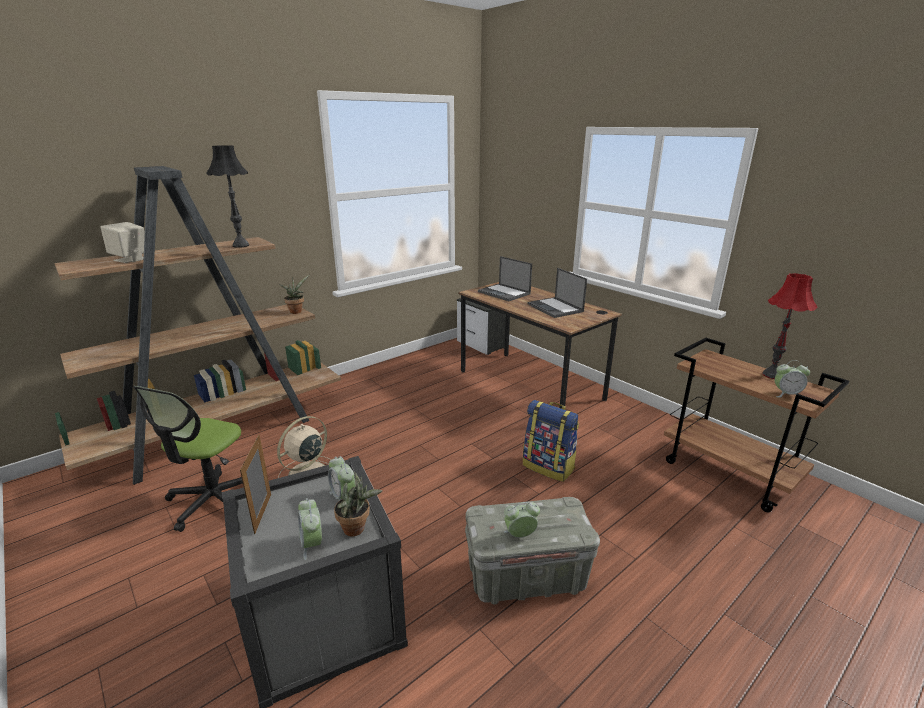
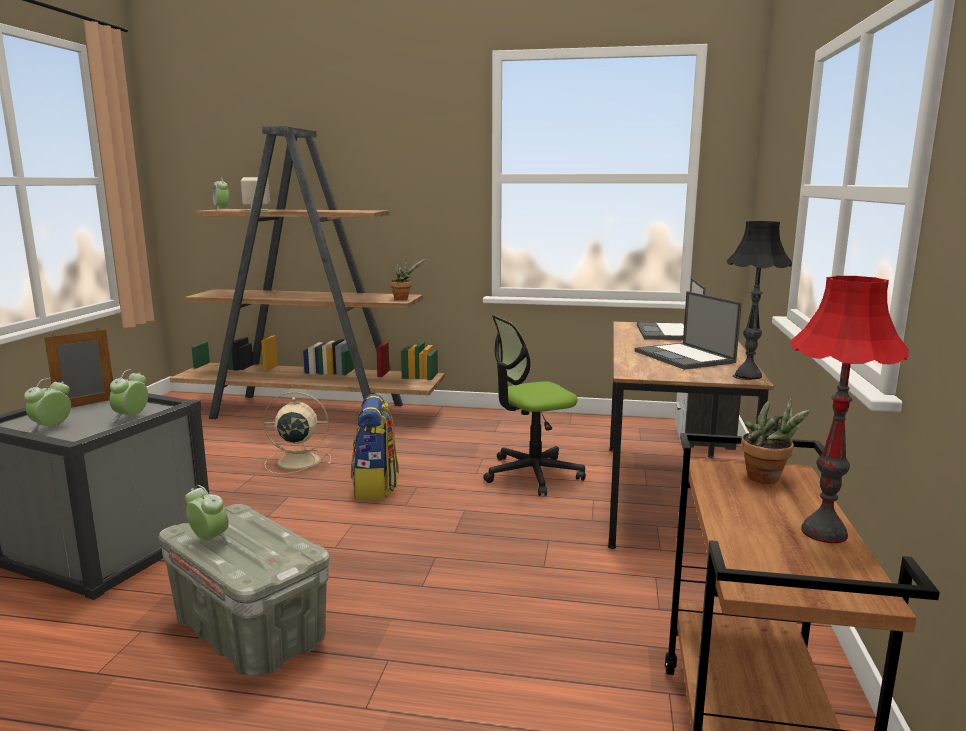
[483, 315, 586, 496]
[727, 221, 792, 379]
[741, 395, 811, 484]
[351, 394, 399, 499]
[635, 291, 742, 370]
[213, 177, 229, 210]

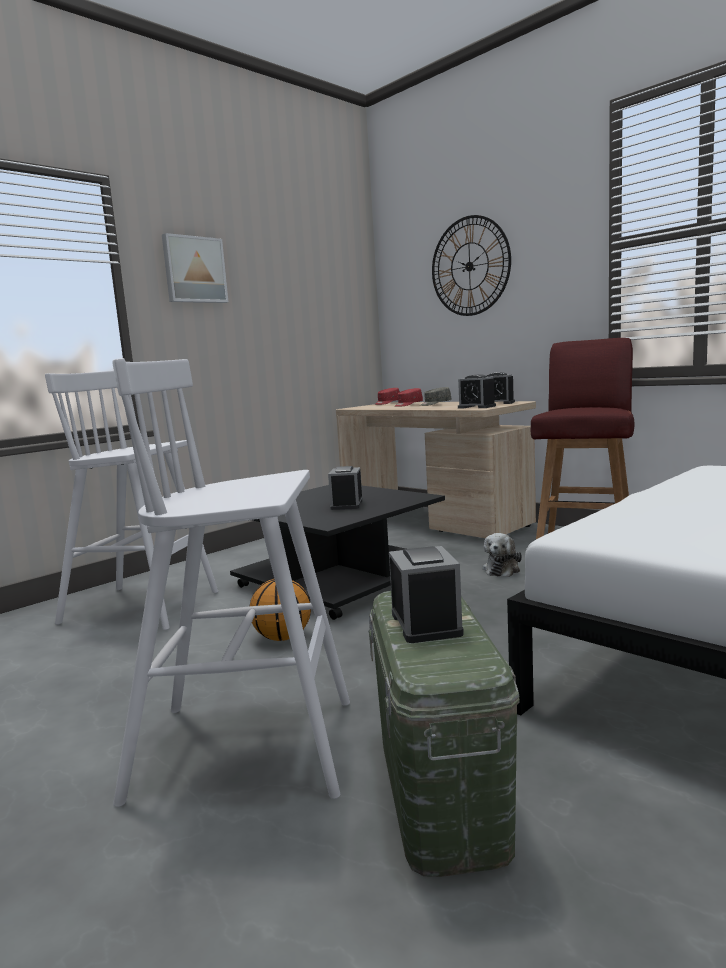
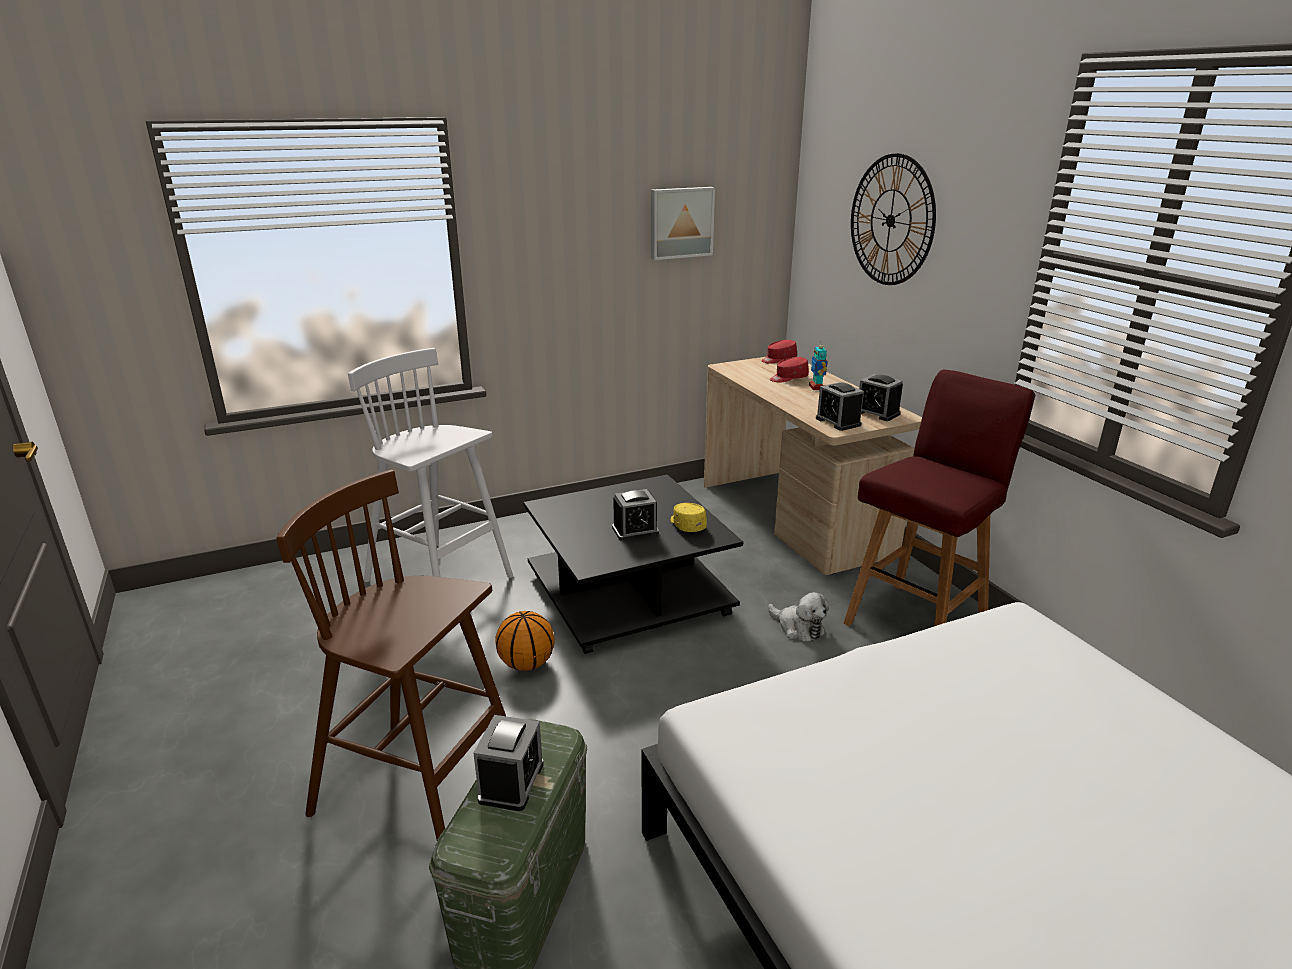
[276, 470, 506, 840]
[651, 187, 715, 260]
[612, 489, 659, 540]
[809, 342, 827, 390]
[768, 592, 829, 642]
[671, 503, 707, 532]

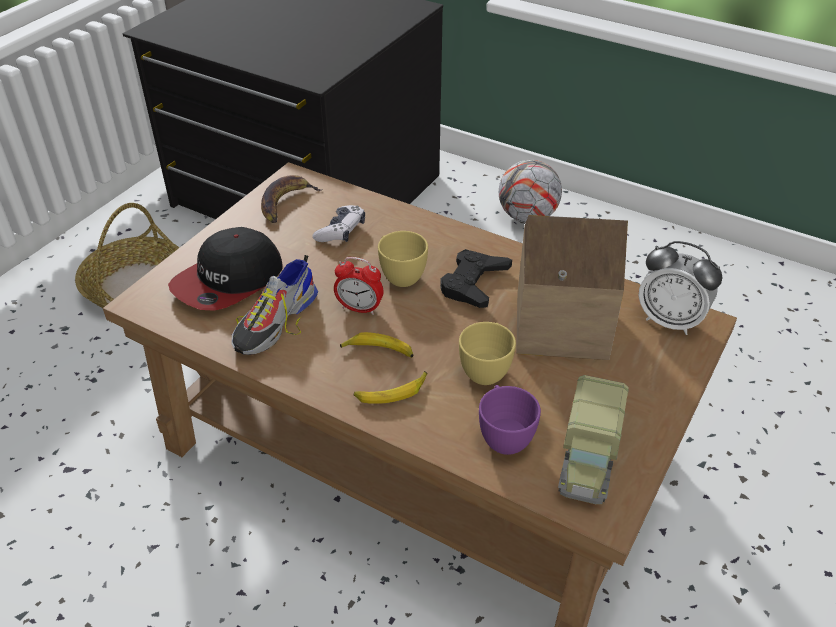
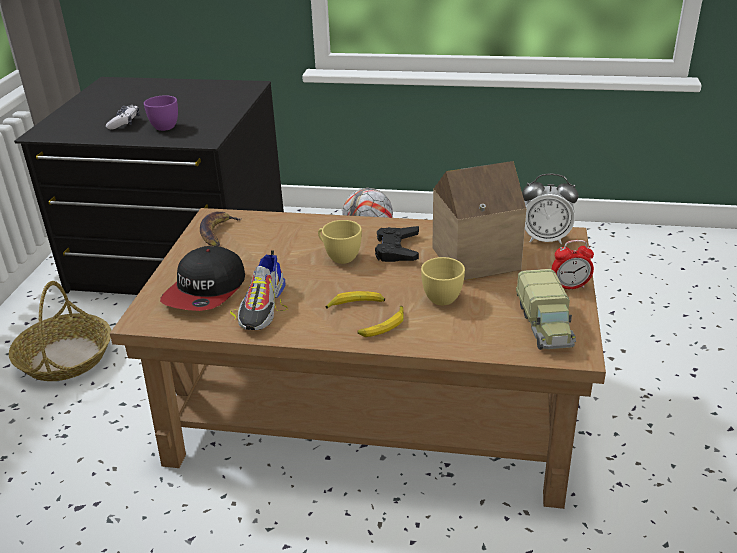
[106, 105, 140, 130]
[552, 240, 594, 289]
[144, 95, 178, 131]

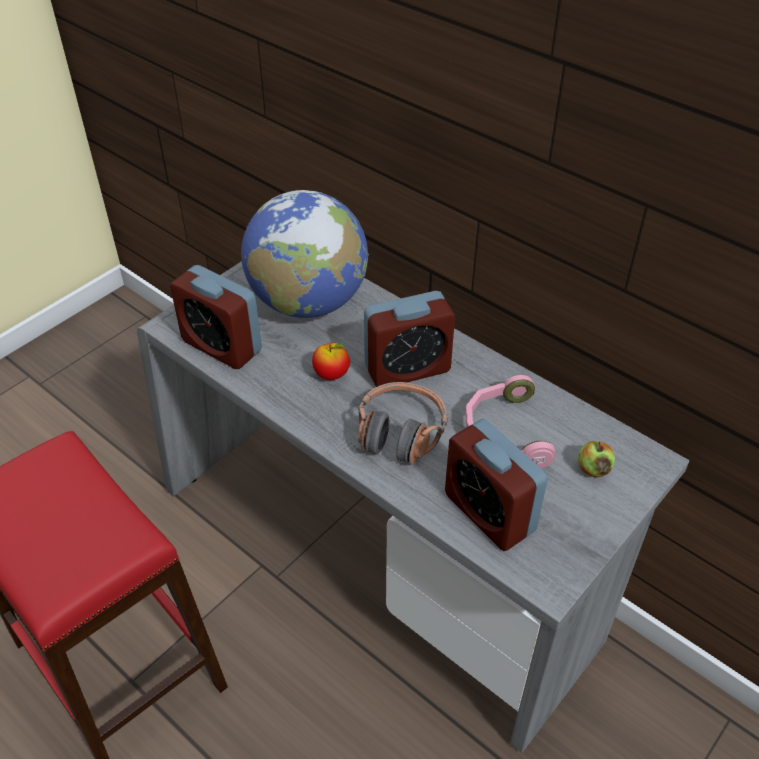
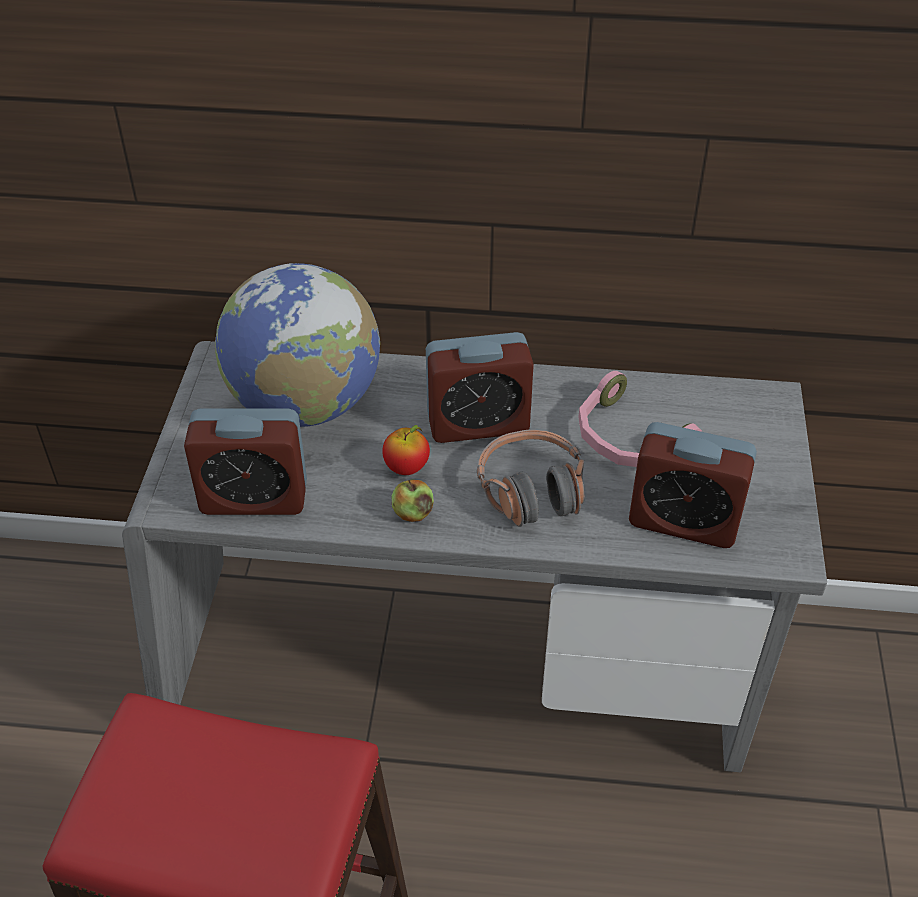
[426, 332, 534, 443]
[392, 479, 434, 522]

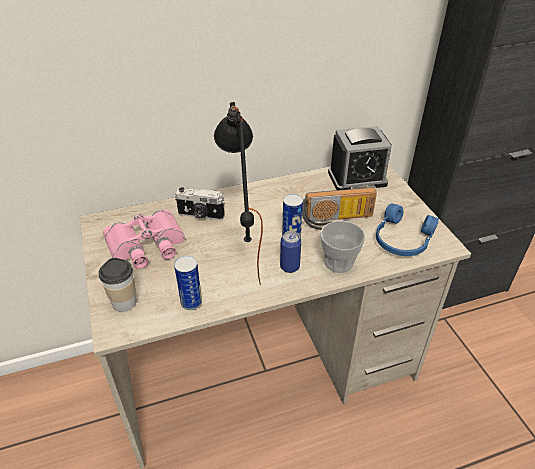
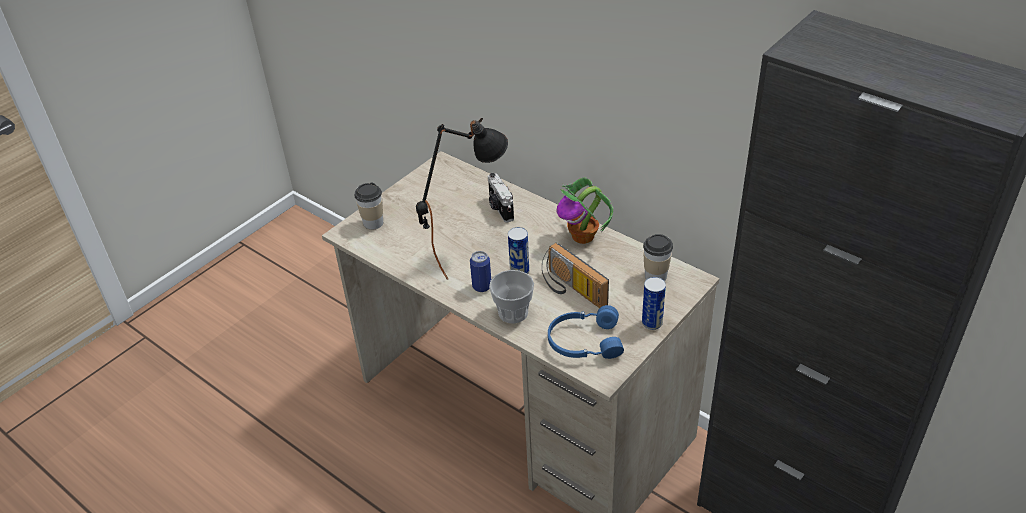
[103, 209, 185, 269] (first image)
[642, 277, 666, 330]
[643, 234, 673, 281]
[556, 177, 613, 244]

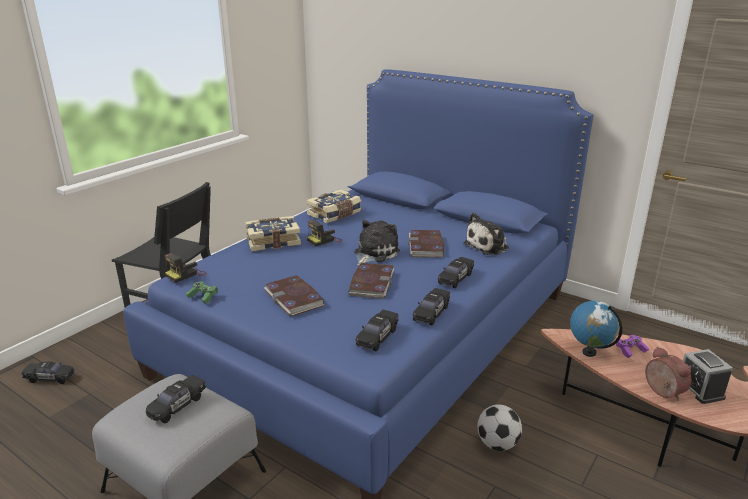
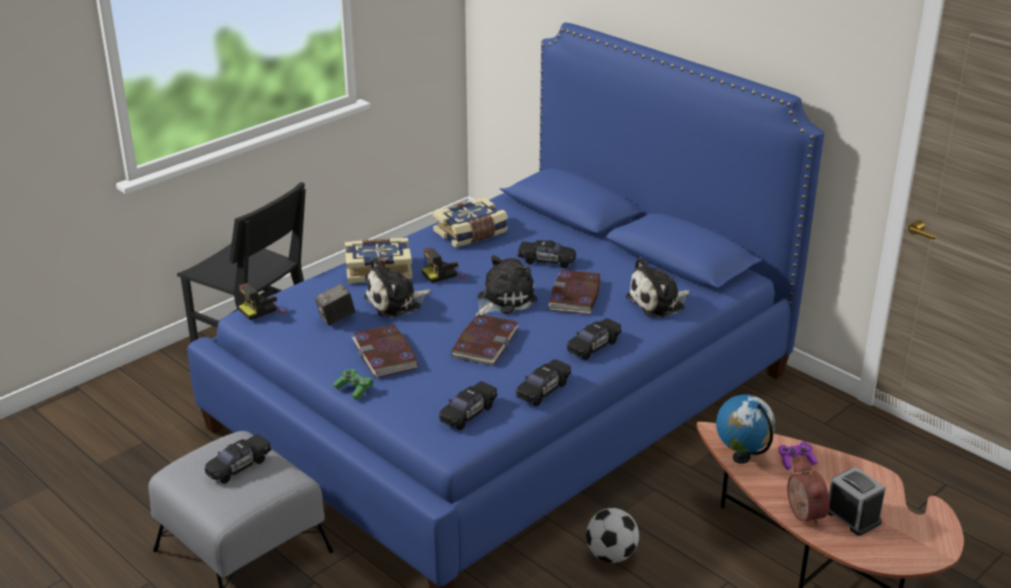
[517, 240, 576, 268]
[333, 369, 373, 400]
[828, 467, 886, 536]
[315, 284, 355, 326]
[364, 257, 431, 318]

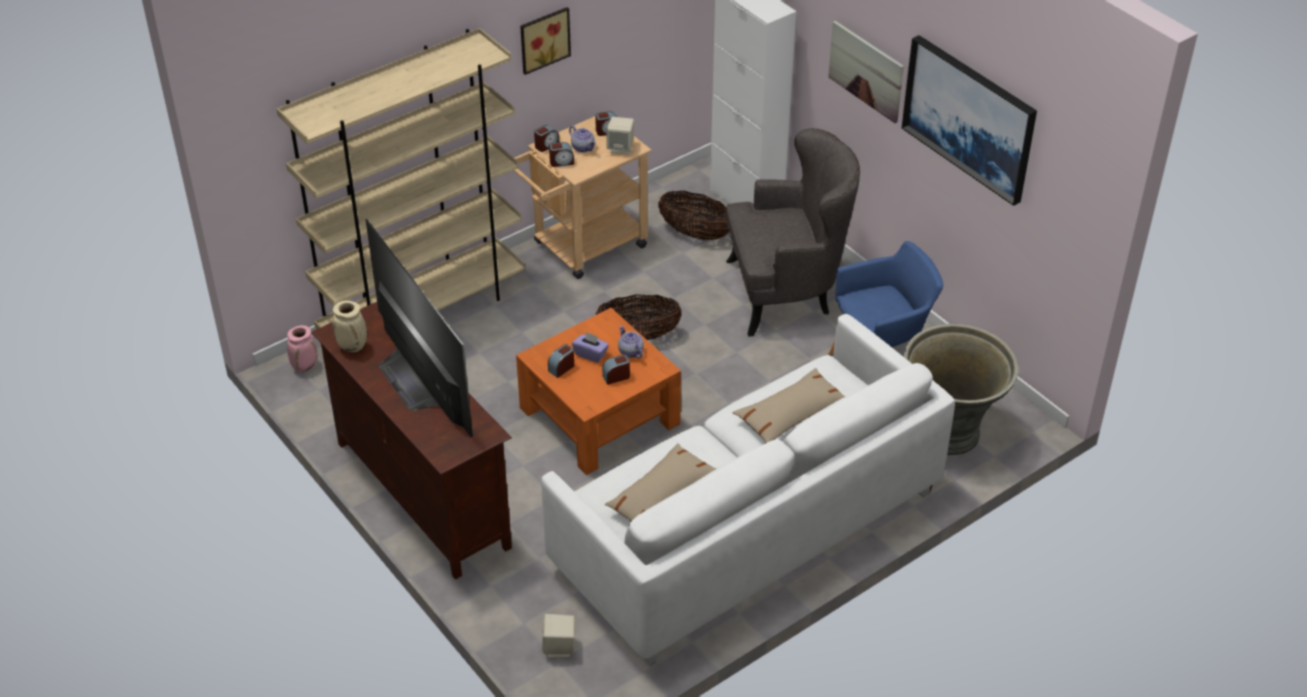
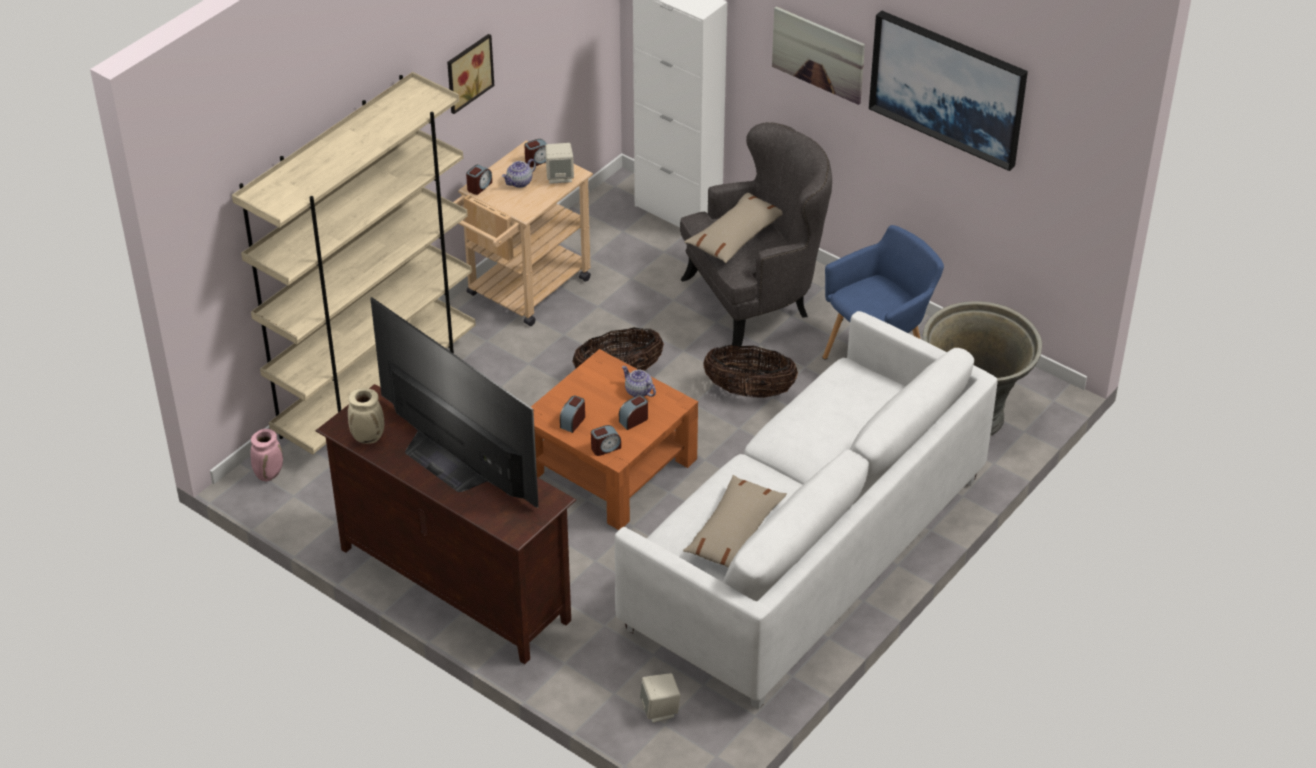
[591, 425, 621, 456]
[502, 159, 536, 188]
[572, 332, 609, 363] (first image)
[704, 345, 798, 398]
[684, 193, 783, 263]

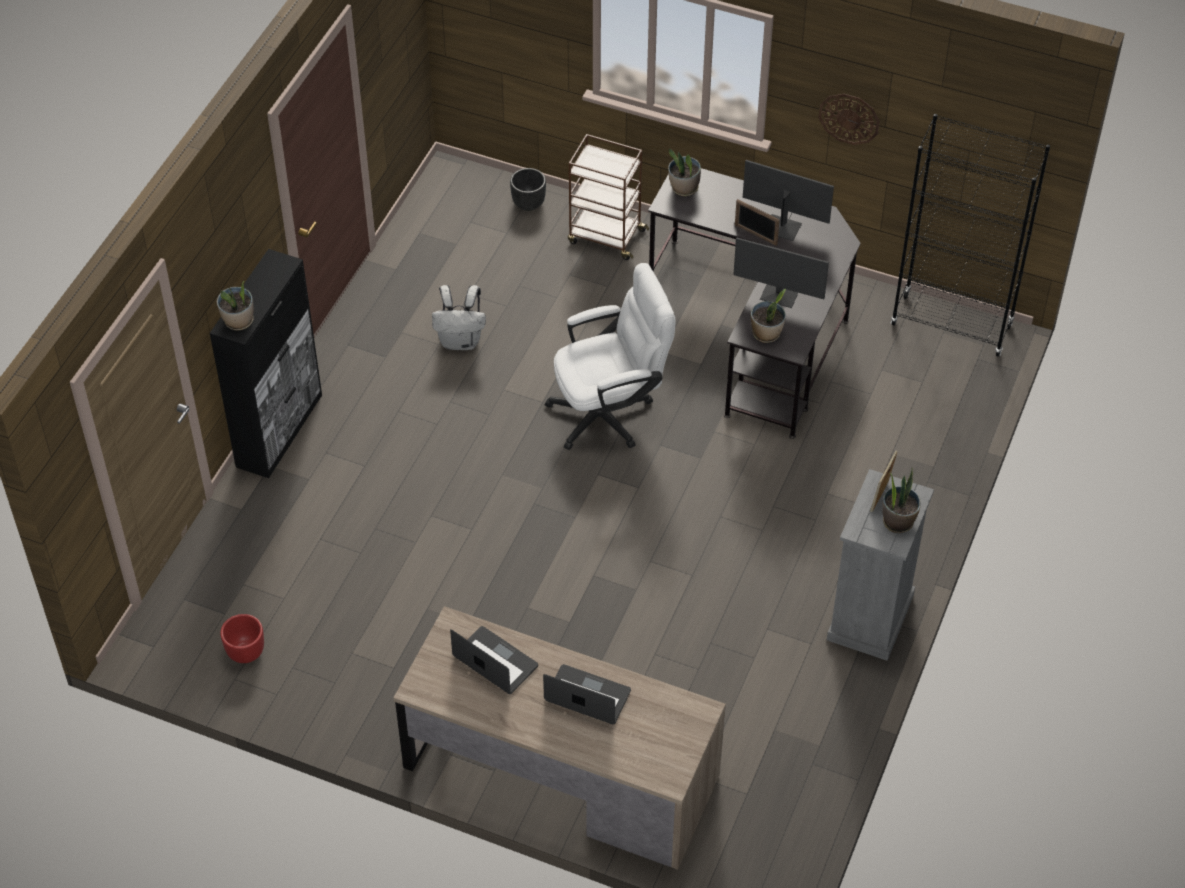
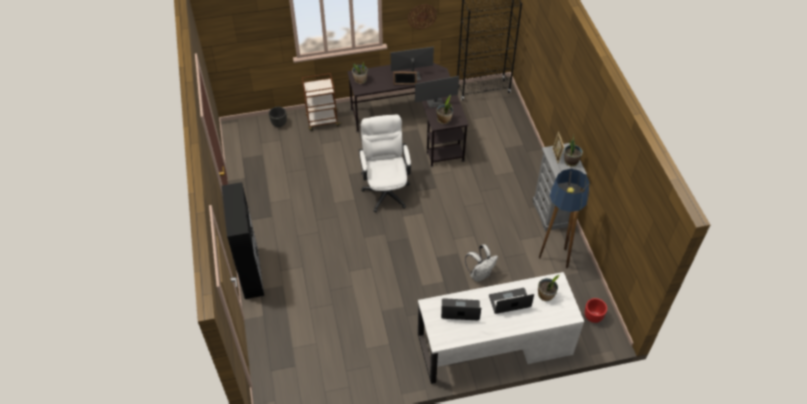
[538, 275, 559, 301]
[585, 298, 607, 323]
[418, 272, 584, 384]
[465, 244, 498, 282]
[359, 114, 411, 212]
[539, 169, 589, 268]

